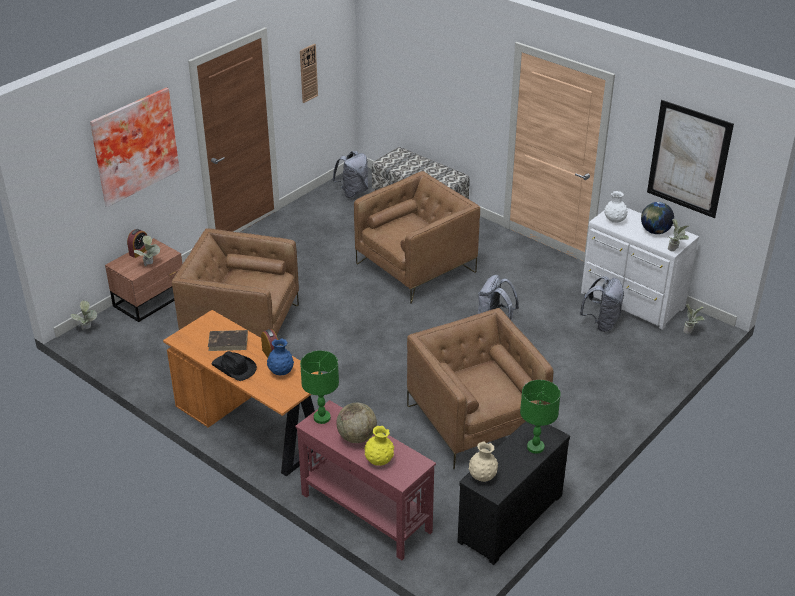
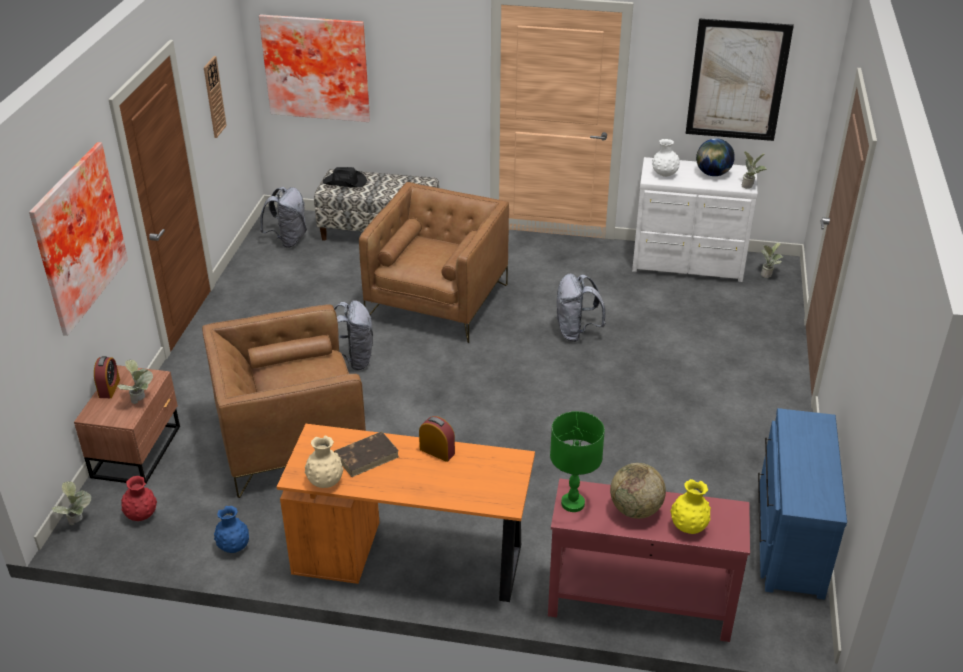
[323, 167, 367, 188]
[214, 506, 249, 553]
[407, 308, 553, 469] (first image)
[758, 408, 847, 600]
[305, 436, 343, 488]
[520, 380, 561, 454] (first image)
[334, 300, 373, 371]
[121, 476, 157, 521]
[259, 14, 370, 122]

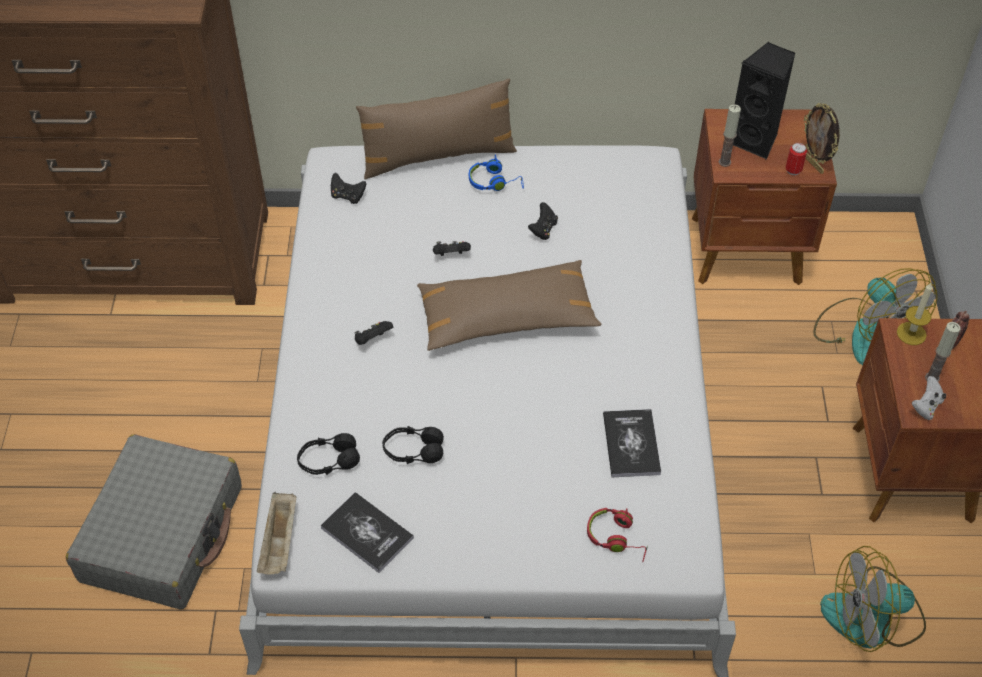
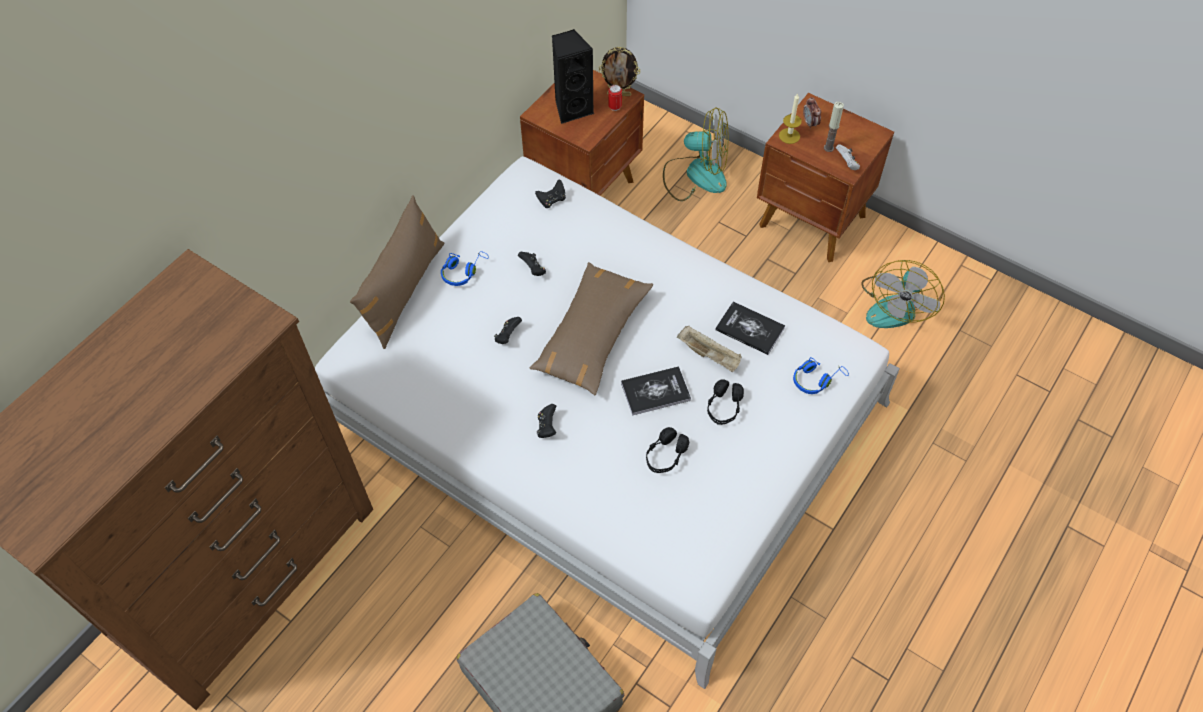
[677, 325, 742, 372]
[707, 379, 744, 425]
[621, 366, 691, 416]
[535, 180, 566, 208]
[793, 357, 849, 394]
[719, 104, 741, 167] (first image)

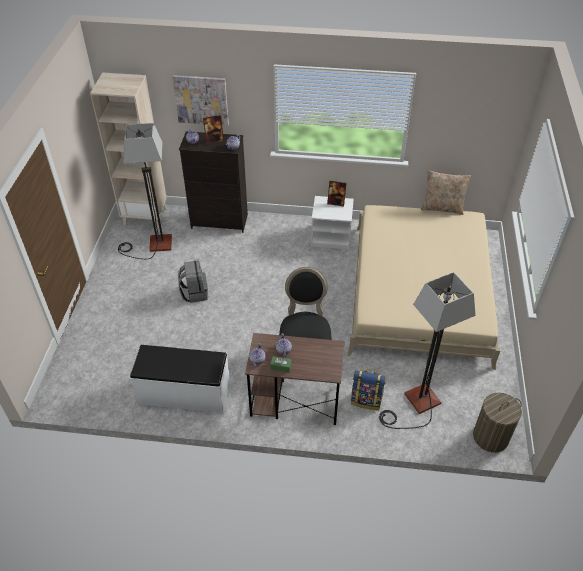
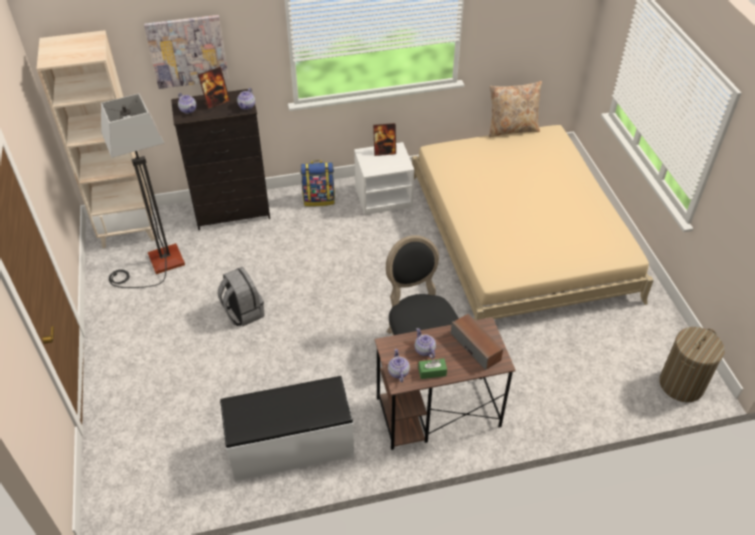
[300, 160, 335, 206]
[379, 272, 476, 429] (first image)
[451, 314, 503, 370]

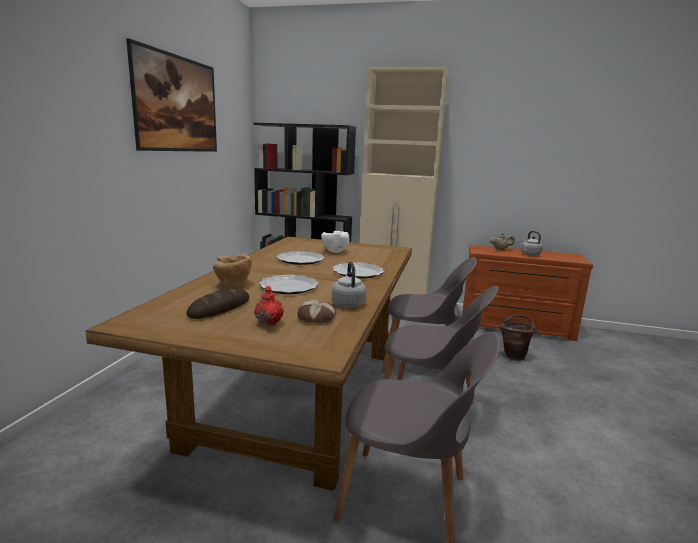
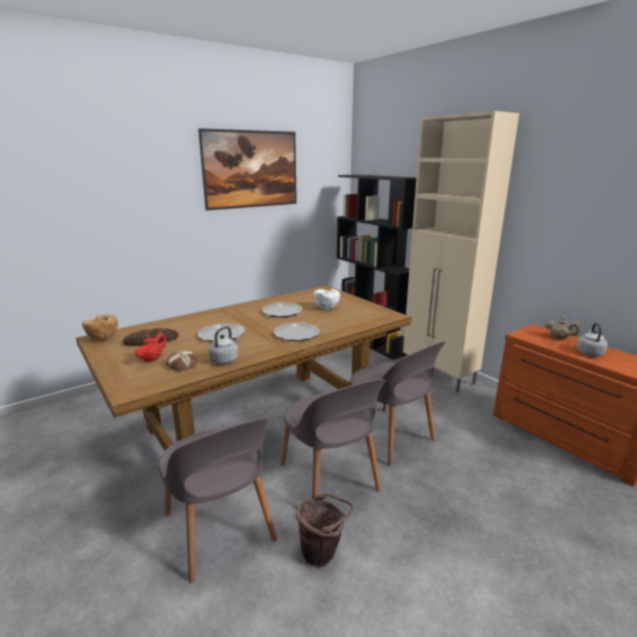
[82, 314, 118, 341]
[296, 493, 353, 567]

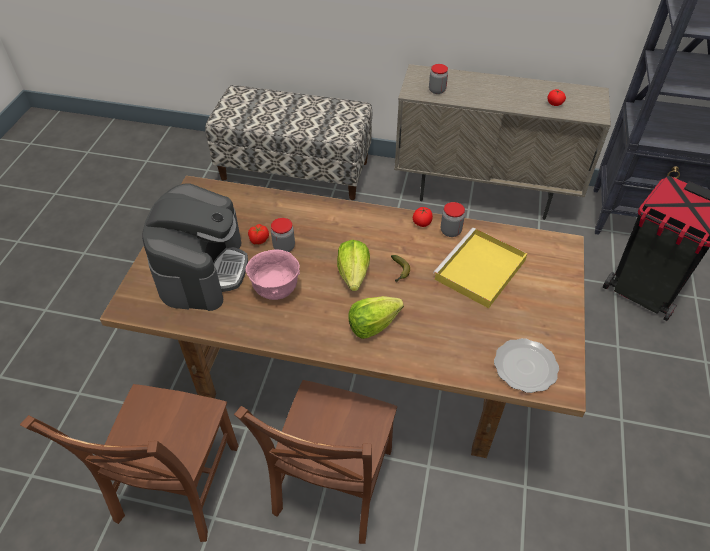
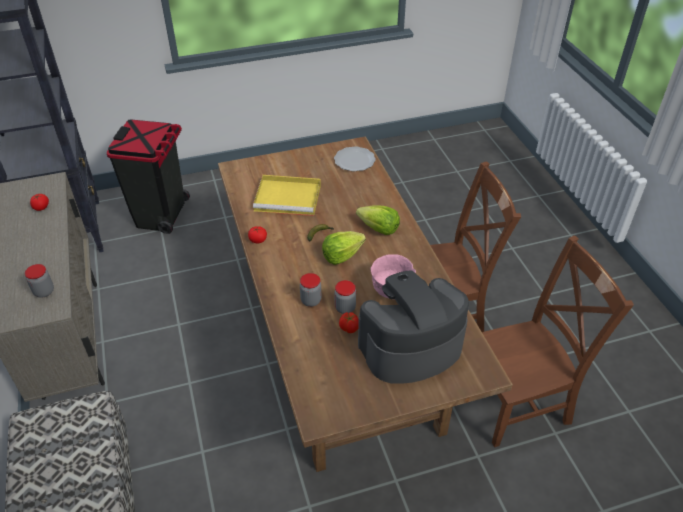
[300, 273, 321, 307]

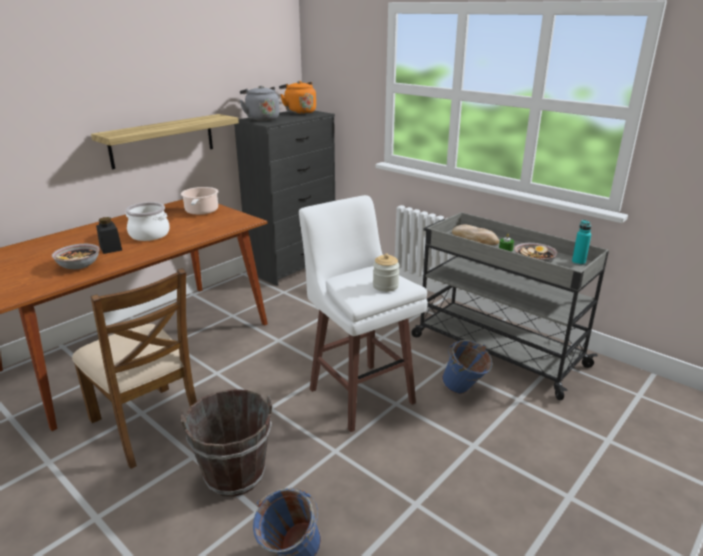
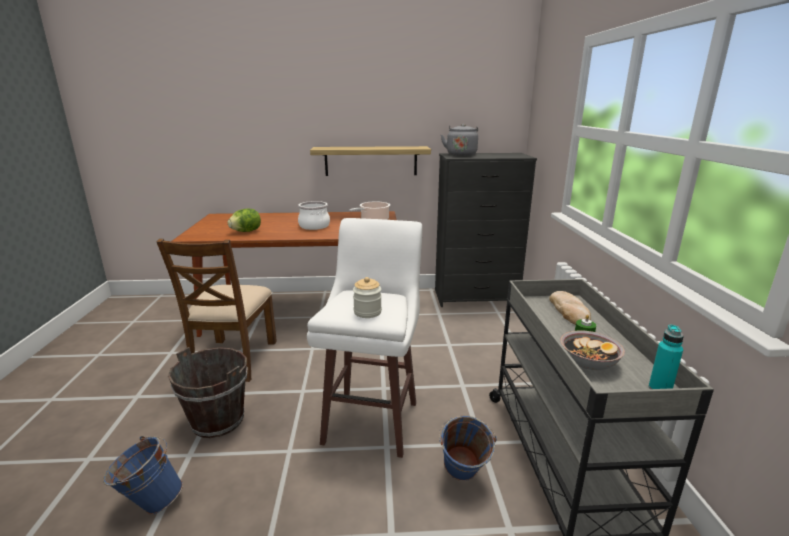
[227, 209, 261, 232]
[96, 217, 122, 254] (first image)
[279, 81, 316, 114] (first image)

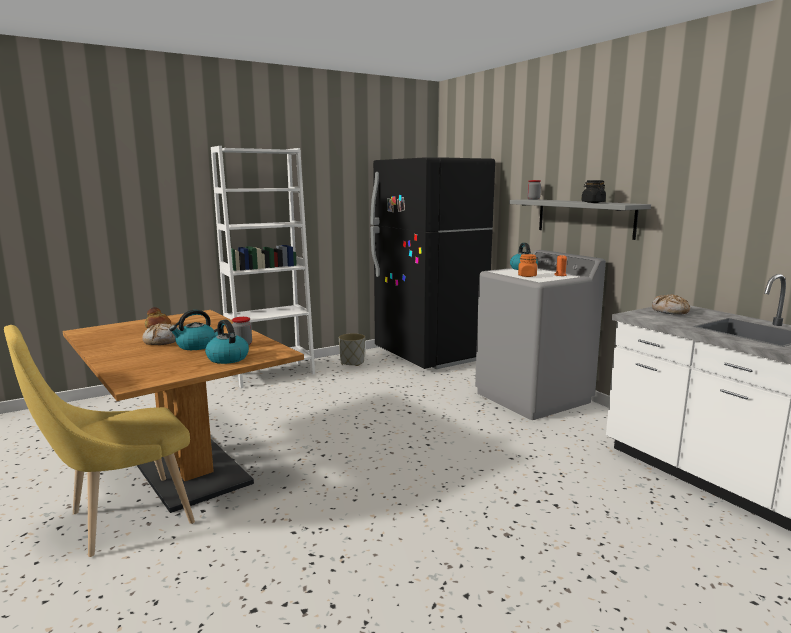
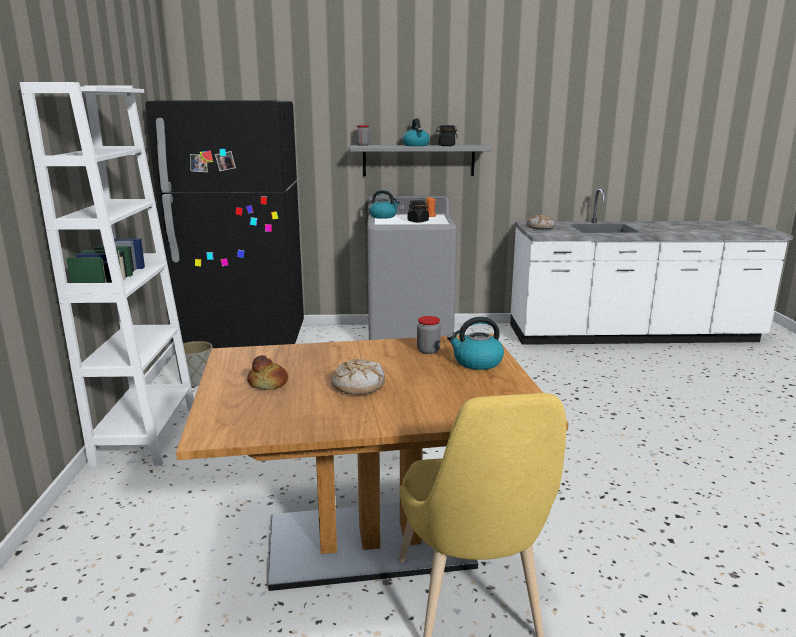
[402, 118, 430, 146]
[408, 200, 429, 222]

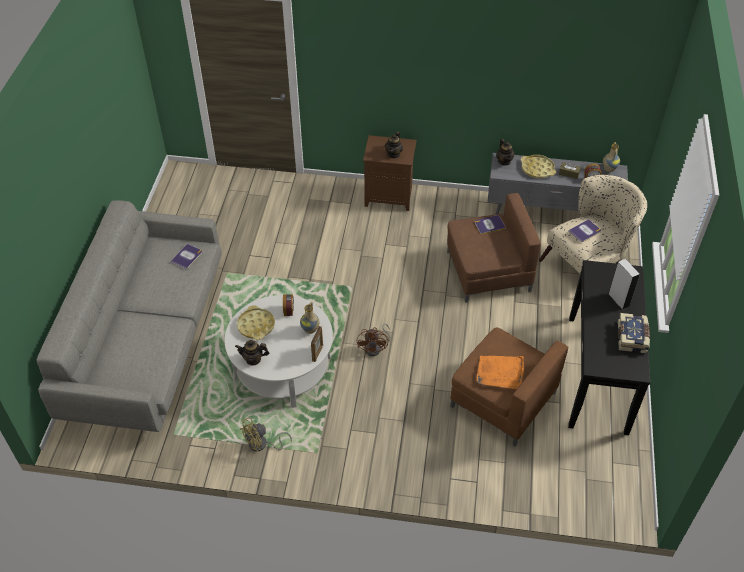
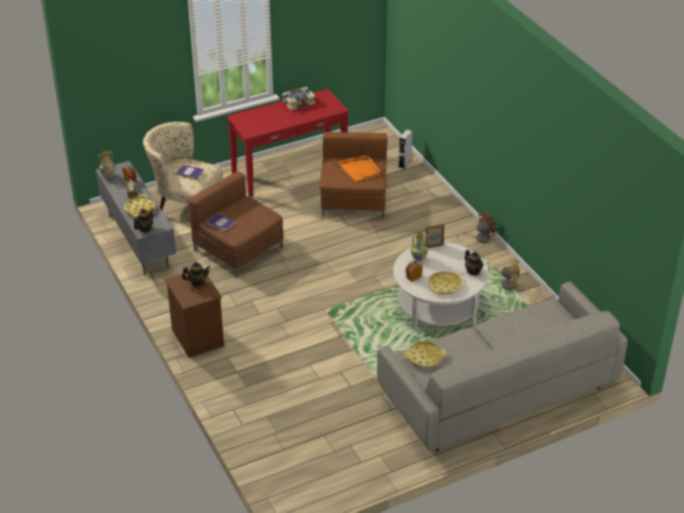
[404, 341, 446, 368]
[457, 211, 498, 243]
[227, 89, 349, 197]
[398, 129, 412, 169]

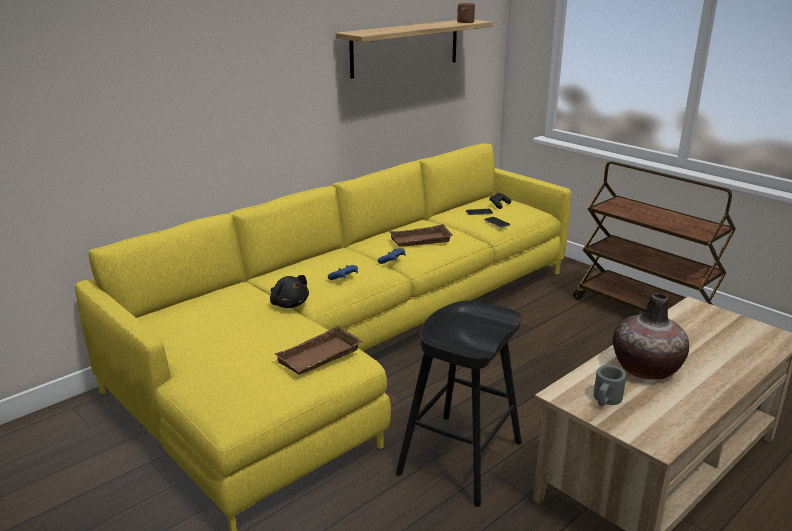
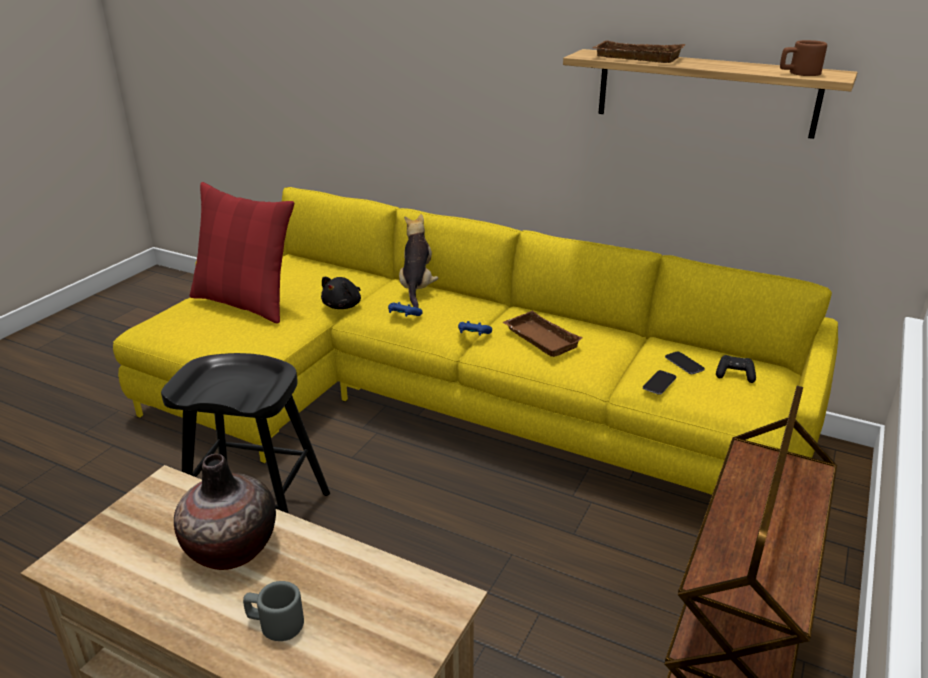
[592, 40, 685, 63]
[243, 581, 304, 641]
[189, 182, 294, 324]
[399, 214, 438, 308]

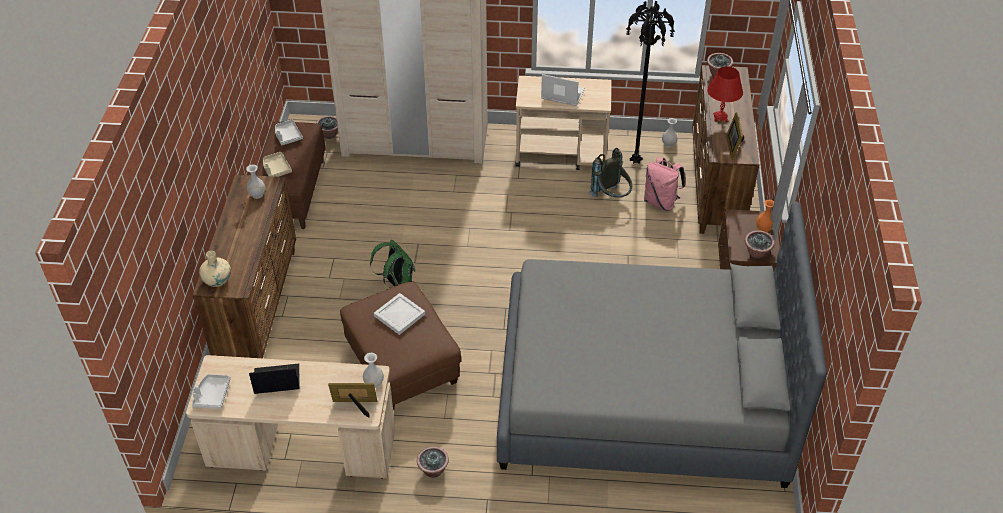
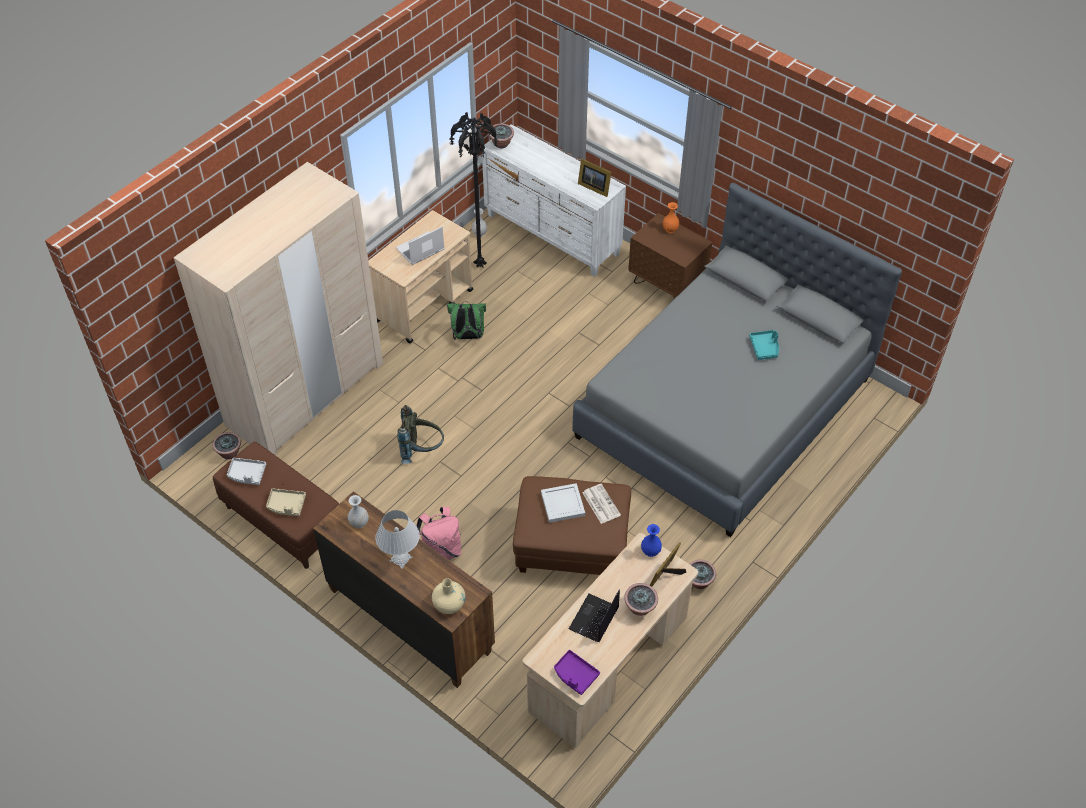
[554, 650, 600, 695]
[641, 524, 662, 557]
[447, 301, 486, 340]
[397, 405, 444, 464]
[416, 507, 461, 560]
[482, 124, 626, 277]
[707, 66, 743, 122] (first image)
[624, 583, 658, 616]
[376, 510, 420, 569]
[582, 484, 621, 524]
[749, 330, 779, 360]

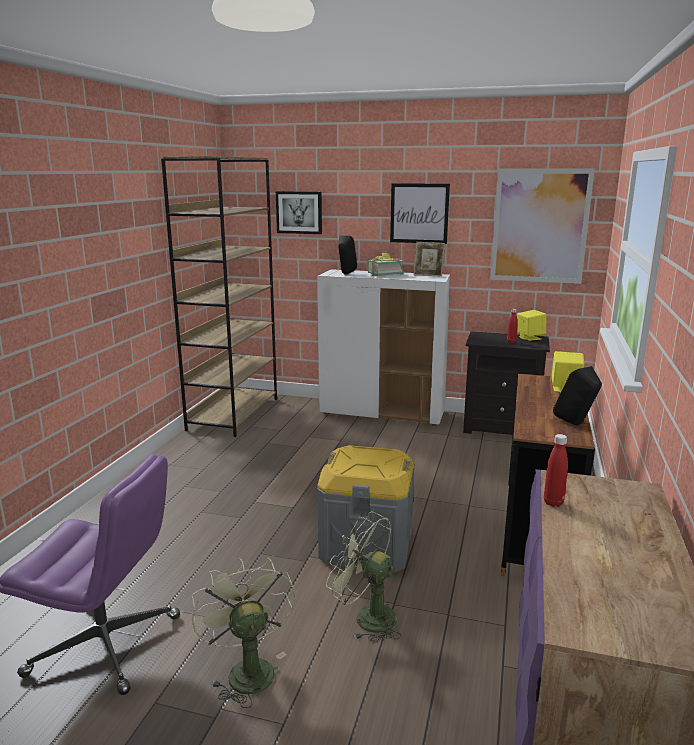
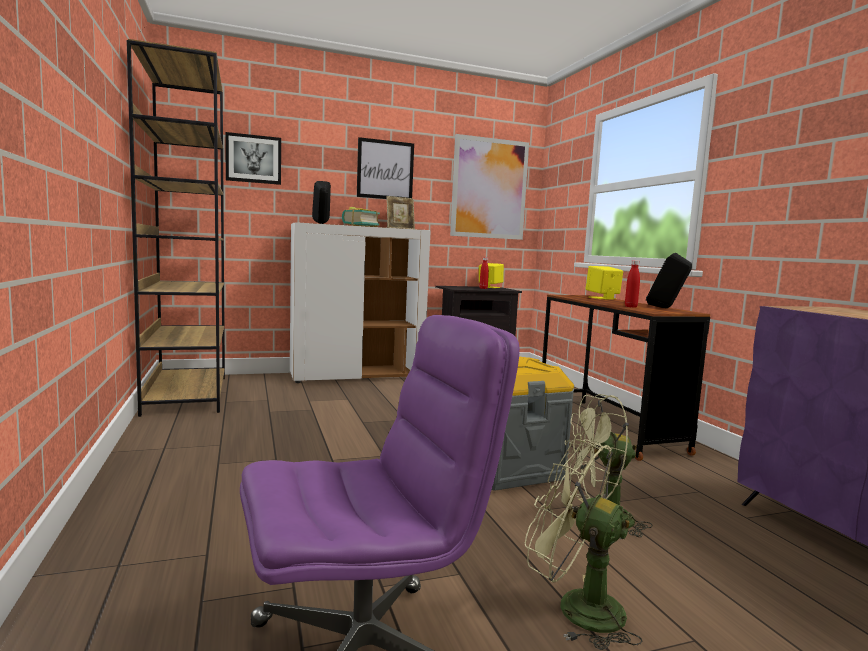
[625, 260, 640, 308]

